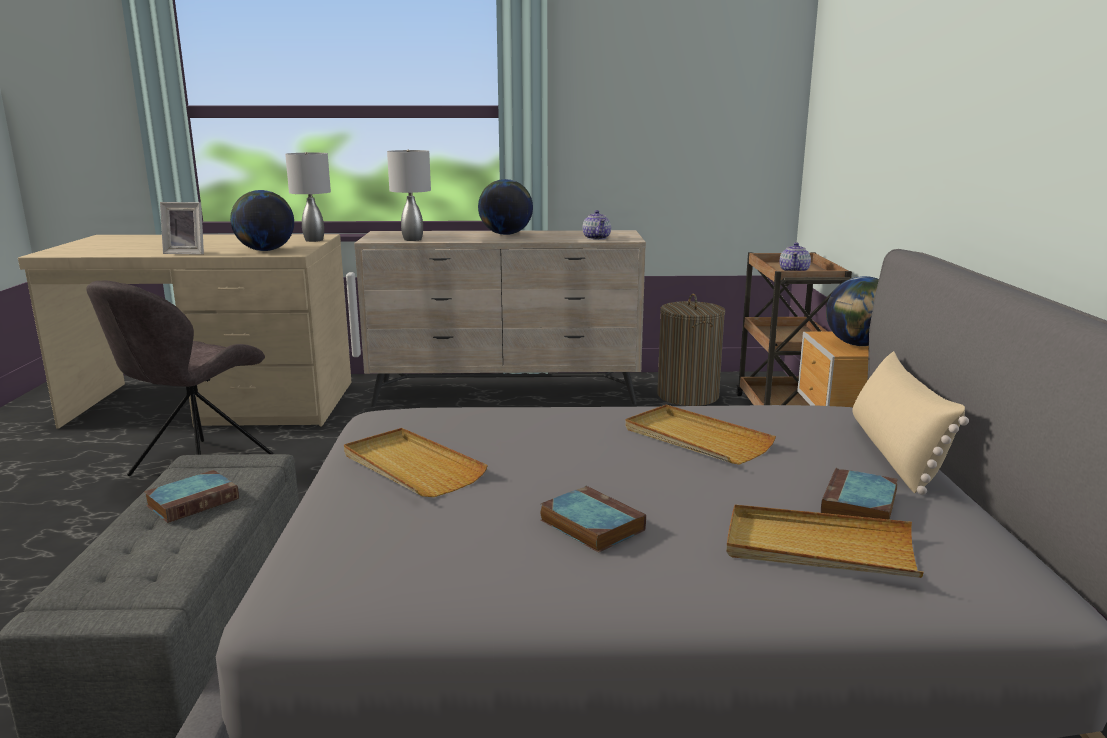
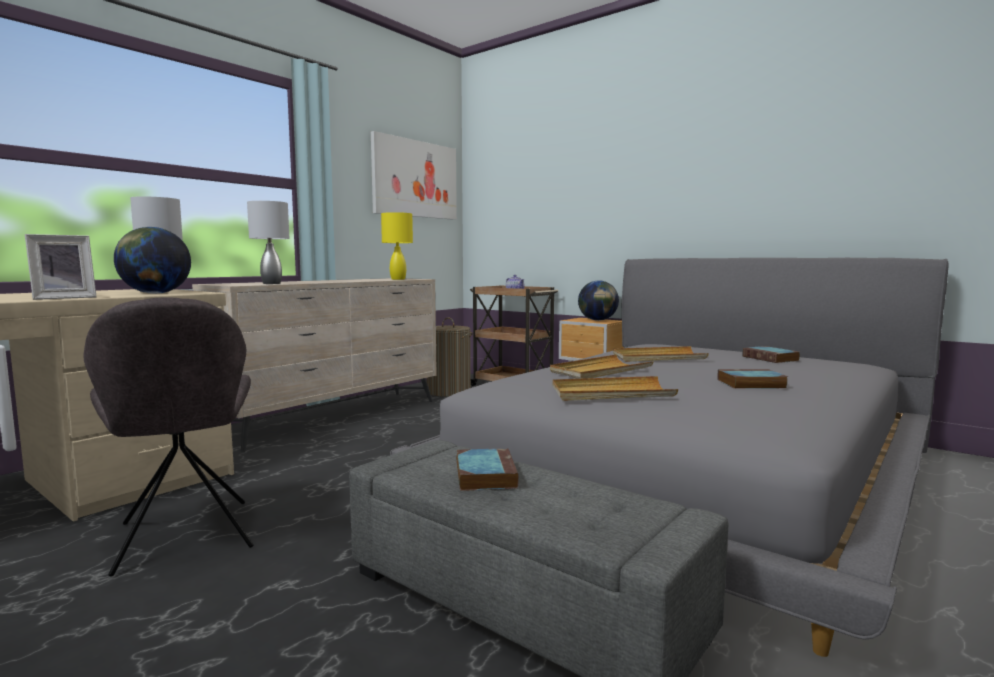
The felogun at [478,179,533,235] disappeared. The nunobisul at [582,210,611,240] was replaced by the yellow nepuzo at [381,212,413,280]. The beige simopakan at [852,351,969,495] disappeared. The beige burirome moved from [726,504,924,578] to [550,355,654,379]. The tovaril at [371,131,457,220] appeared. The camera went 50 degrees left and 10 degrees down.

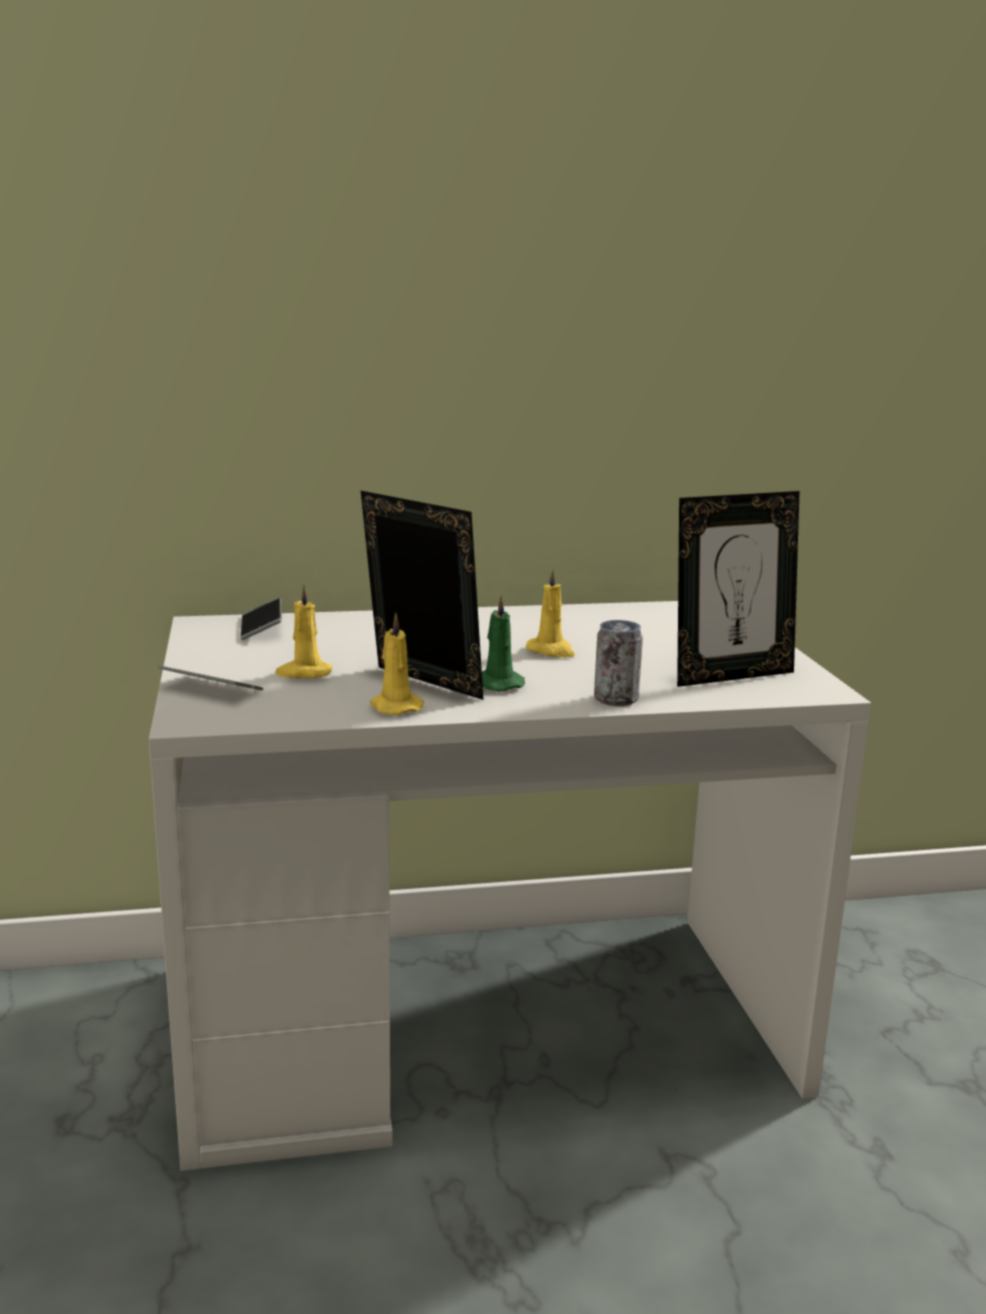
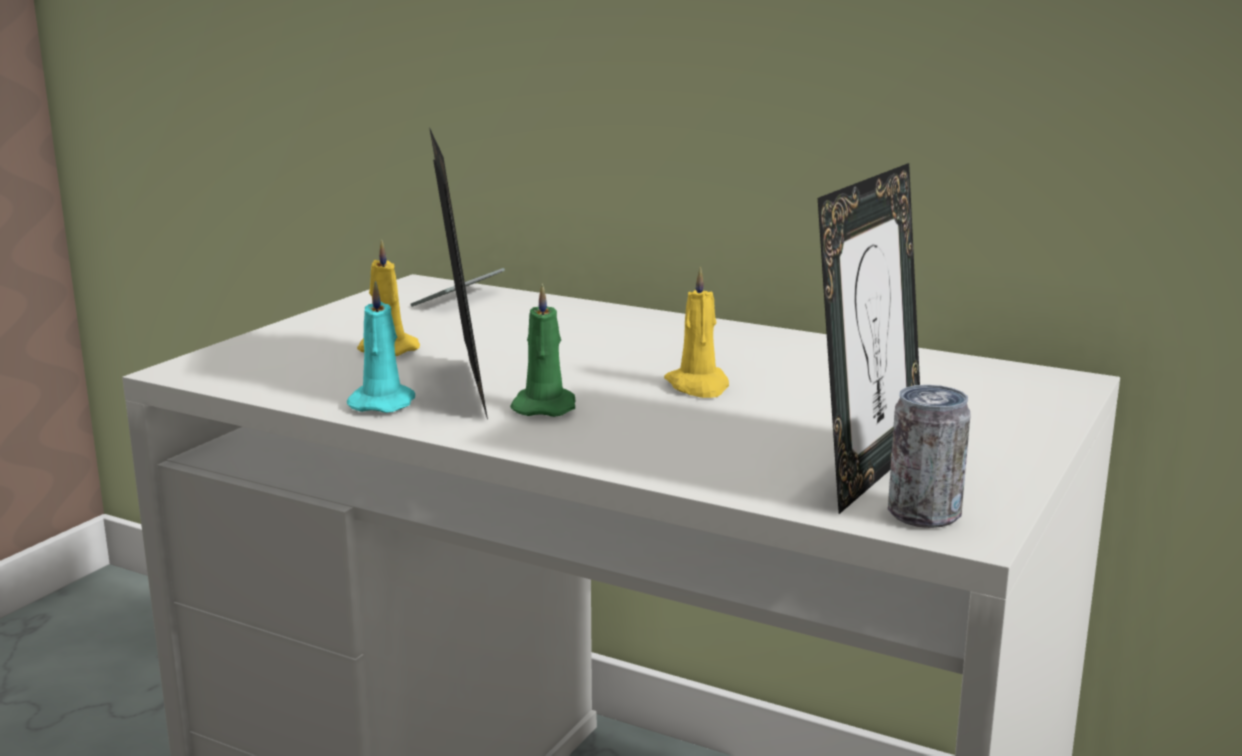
The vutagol at [677,491,800,687] turned 75 degrees counterclockwise. The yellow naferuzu at [370,613,424,715] became the turquoise naferuzu at [347,280,415,413]. The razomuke moved from [594,620,643,706] to [888,385,970,528]. The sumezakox at [158,665,263,691] disappeared. The camera went 40 degrees right and 0 degrees up.

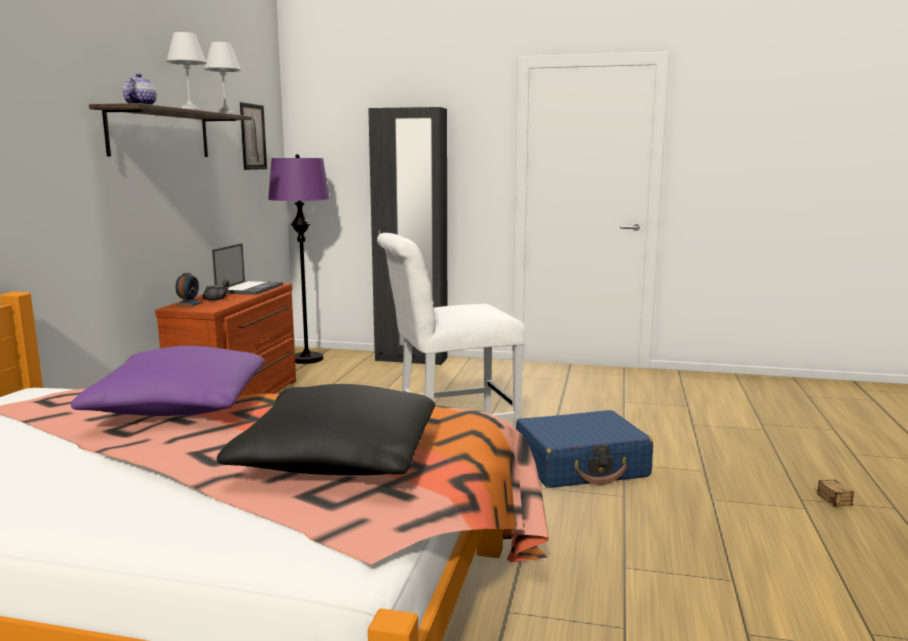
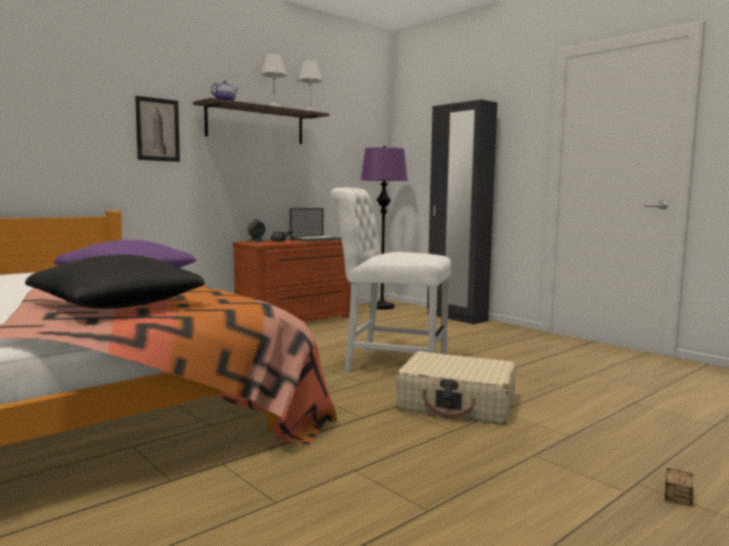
The tovaril moved from [240,102,267,170] to [135,96,180,162]. The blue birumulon at [516,410,653,488] became the beige birumulon at [396,351,516,425]. The camera went 35 degrees right and 5 degrees down.

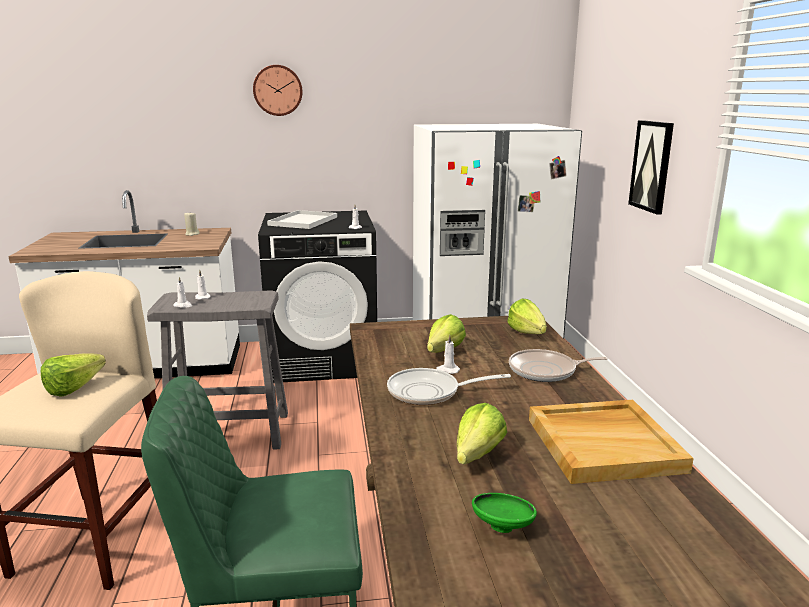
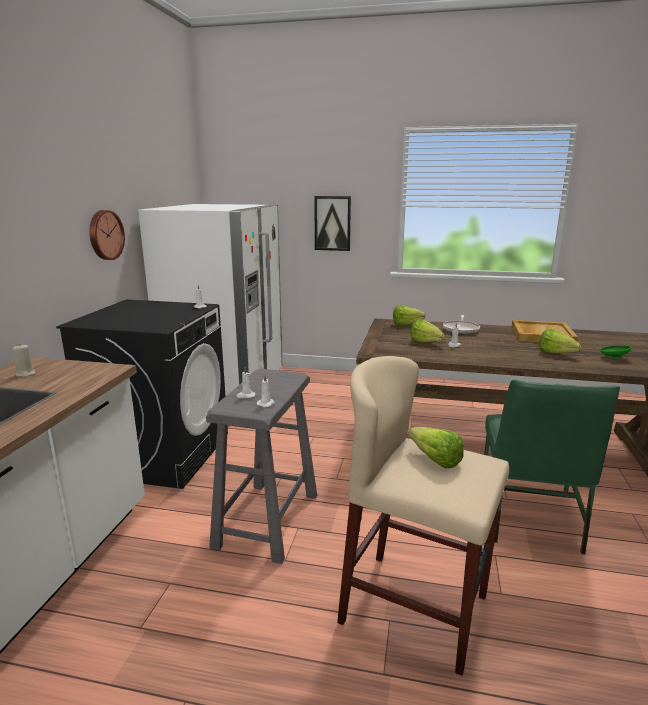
The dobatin moved from [253,65,303,116] to [90,210,125,260]. The white burirome at [267,210,337,229] disappeared. The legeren at [387,368,511,405] disappeared. The camera went 70 degrees left and 0 degrees up.

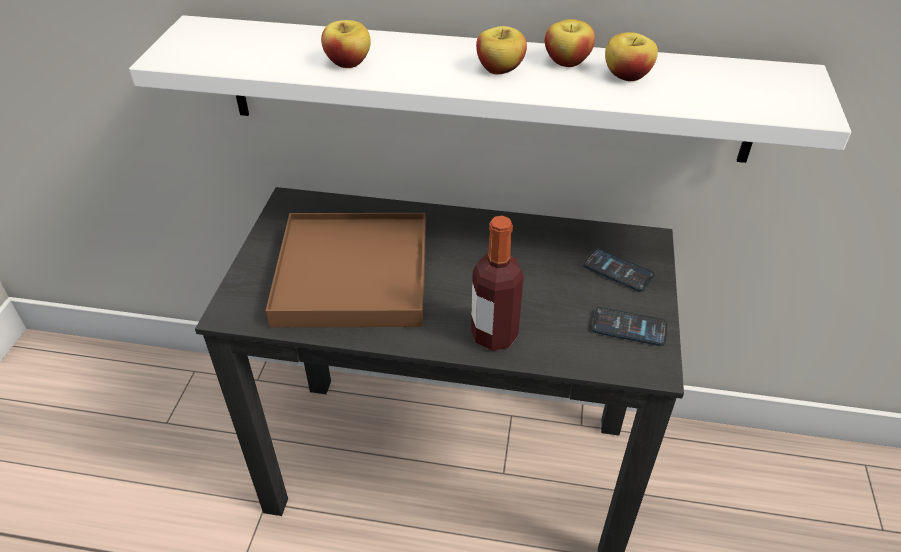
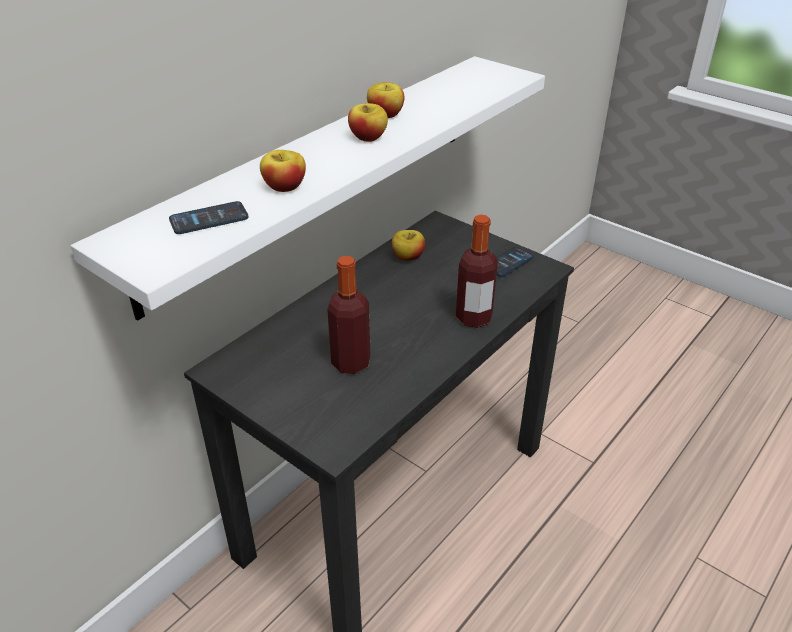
The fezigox moved from [605,32,658,81] to [392,230,425,261]. The brown burirome at [266,213,426,327] was replaced by the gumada at [327,256,370,374]. The sumezakox moved from [583,248,655,292] to [169,201,249,234]. The camera went 60 degrees left and 5 degrees down.

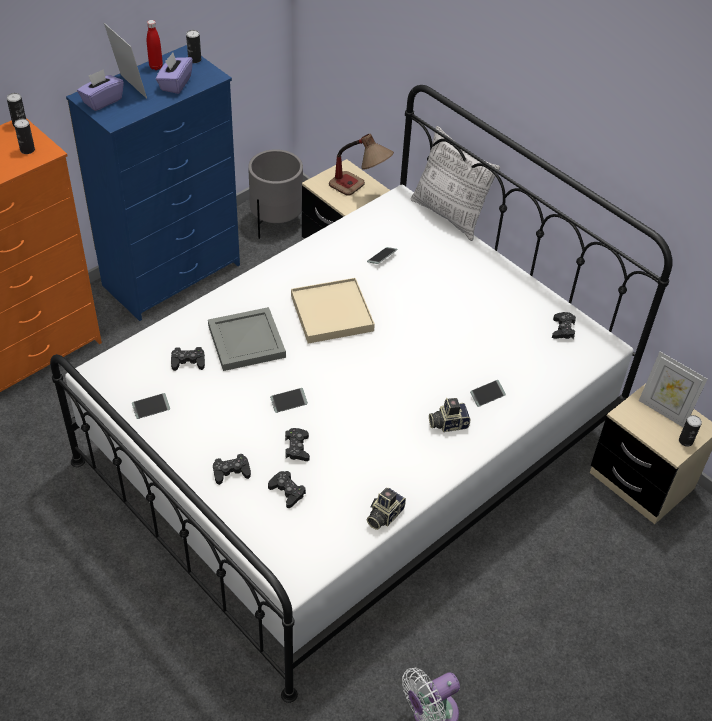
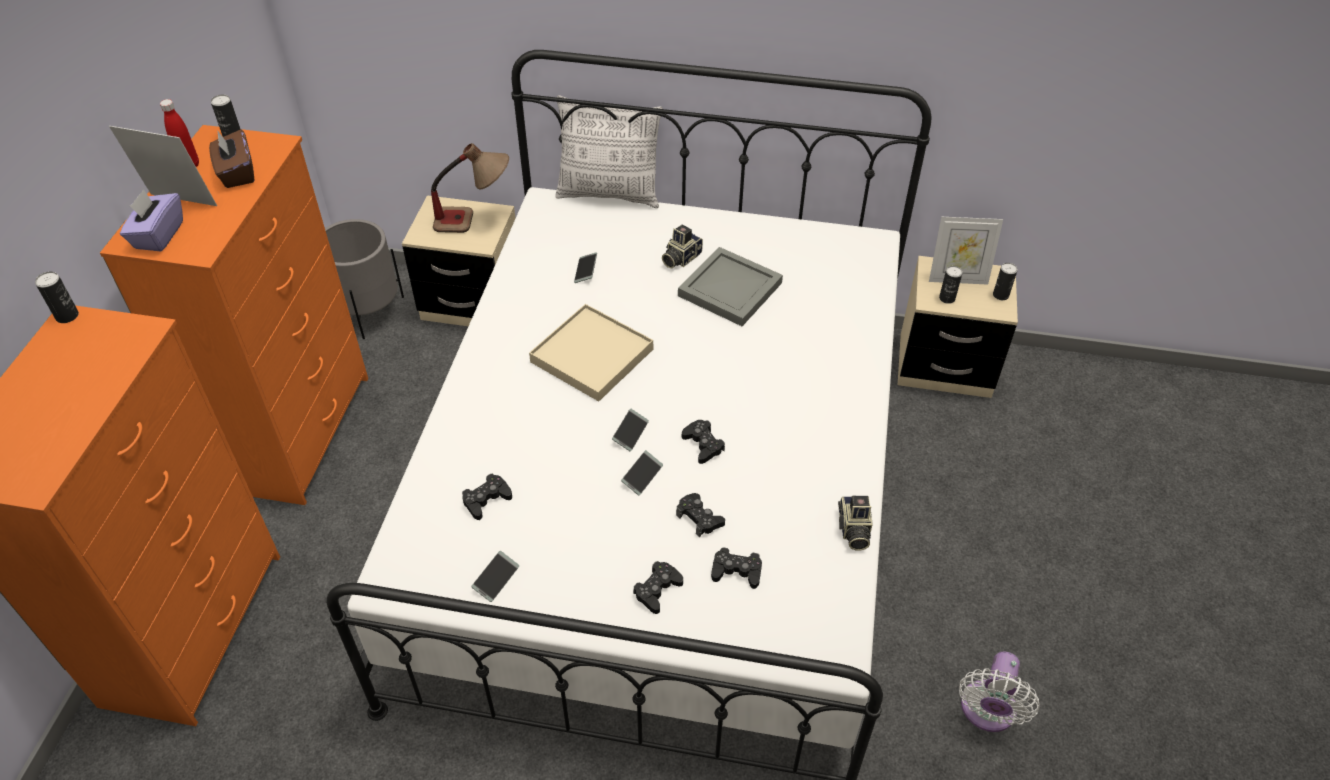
The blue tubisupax at [66,45,240,321] became the orange tubisupax at [100,125,368,505]. The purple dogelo at [156,52,193,94] became the brown dogelo at [209,130,254,188]. The razomuke moved from [14,119,35,154] to [939,266,963,304]. The grey burirome moved from [208,307,286,371] to [678,247,783,326]. The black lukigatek moved from [552,312,576,339] to [682,420,725,464]. The sumezakox moved from [470,380,506,407] to [612,409,649,452]. The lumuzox moved from [429,398,471,432] to [662,224,703,268]. The camera went 35 degrees left and 0 degrees up.

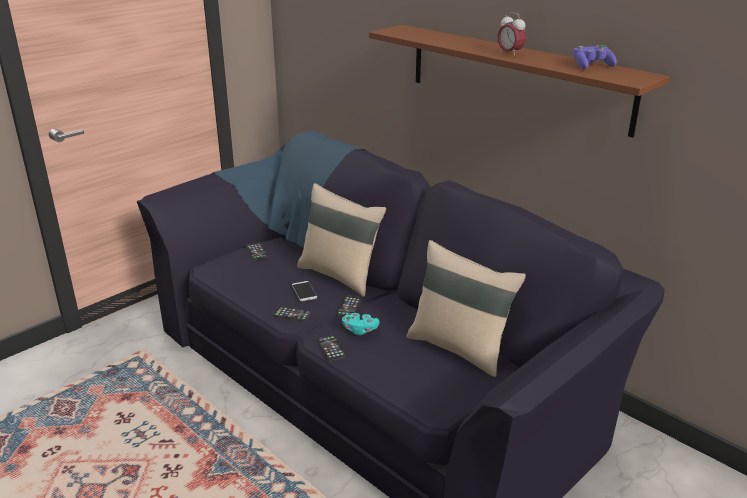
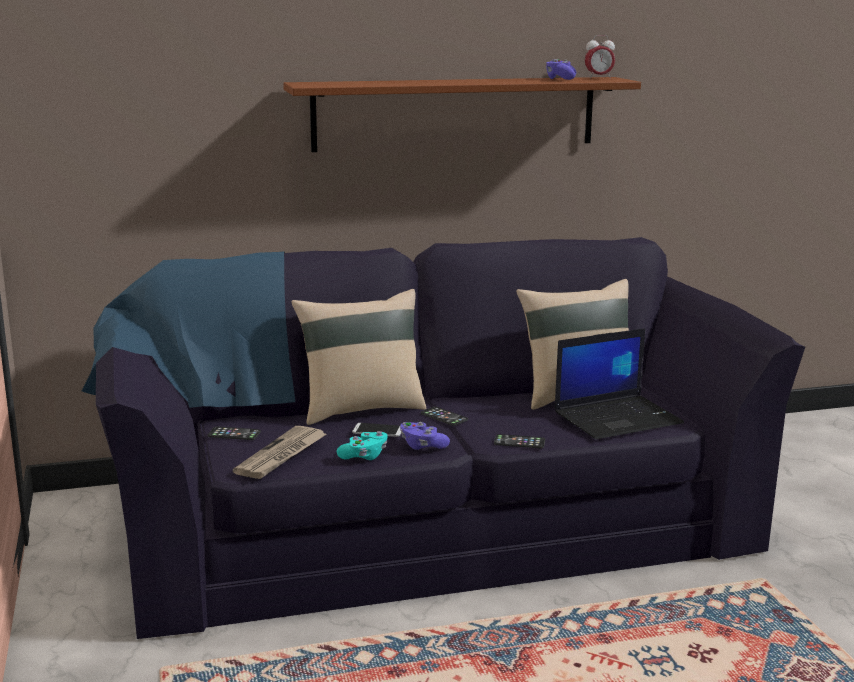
The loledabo moved from [498,12,526,57] to [585,35,615,78]. The sumezakox at [272,306,311,321] was replaced by the purple lukigatek at [400,422,450,450]. The turquoise lukigatek moved from [342,313,379,335] to [337,431,388,460]. The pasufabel at [554,328,684,439] appeared. The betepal at [233,426,326,479] appeared. The camera went 60 degrees left and 10 degrees down.

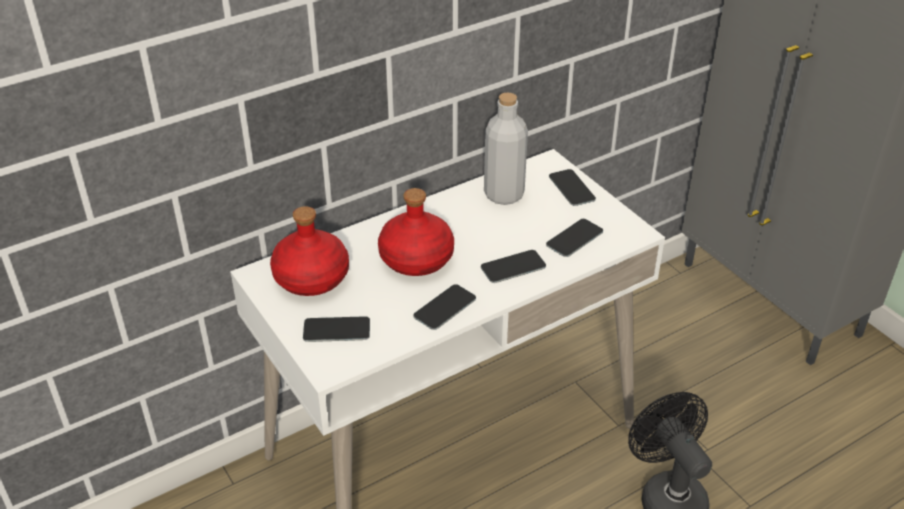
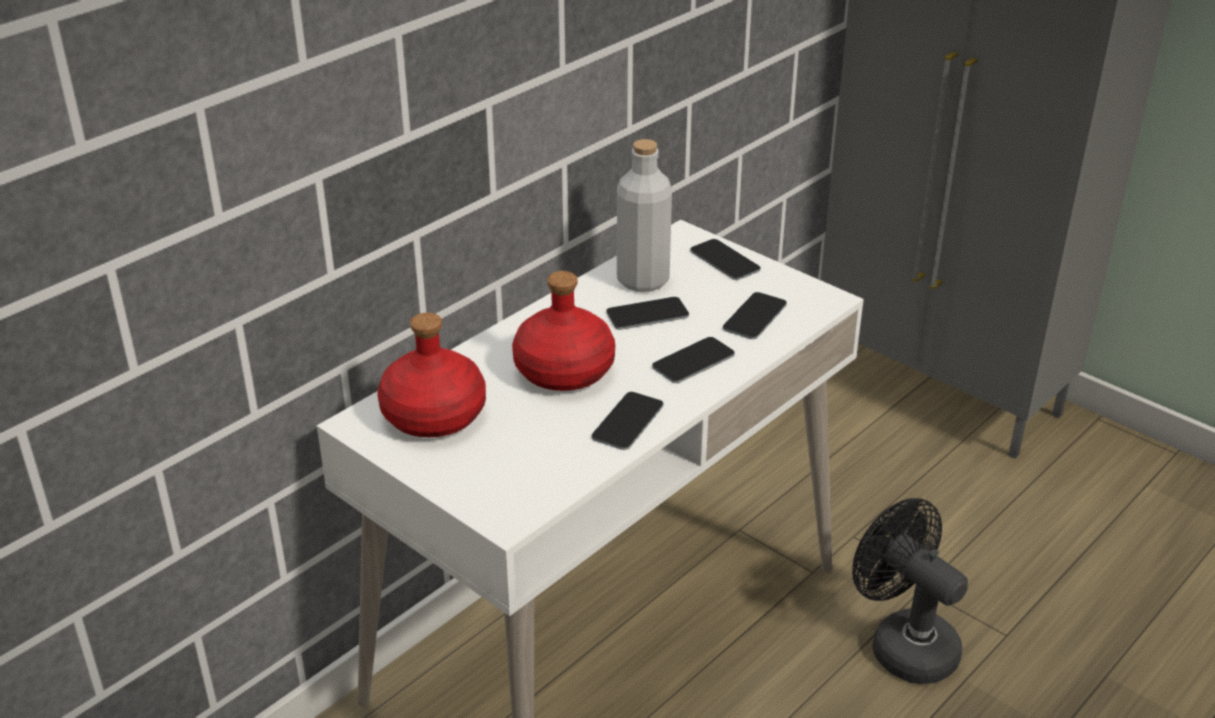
The sumezakox moved from [303,316,370,342] to [606,297,689,330]. The camera went 15 degrees left and 5 degrees down.

